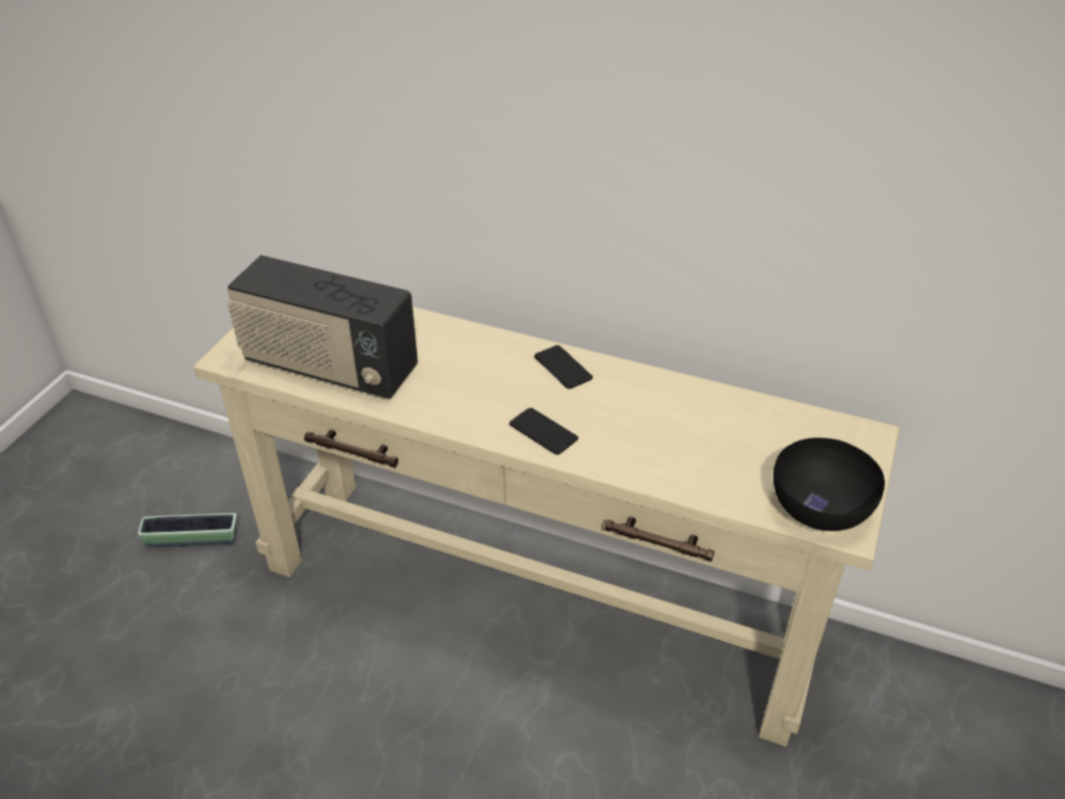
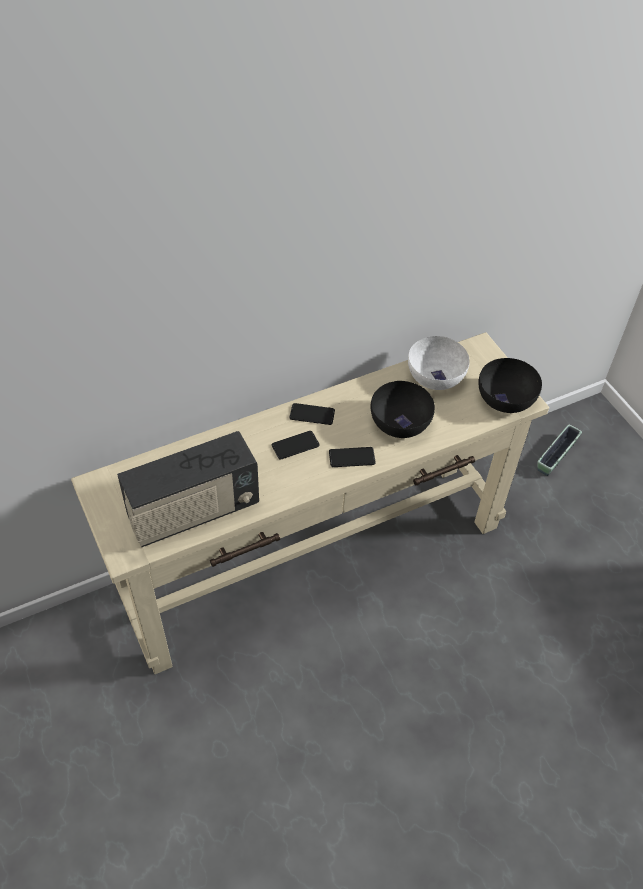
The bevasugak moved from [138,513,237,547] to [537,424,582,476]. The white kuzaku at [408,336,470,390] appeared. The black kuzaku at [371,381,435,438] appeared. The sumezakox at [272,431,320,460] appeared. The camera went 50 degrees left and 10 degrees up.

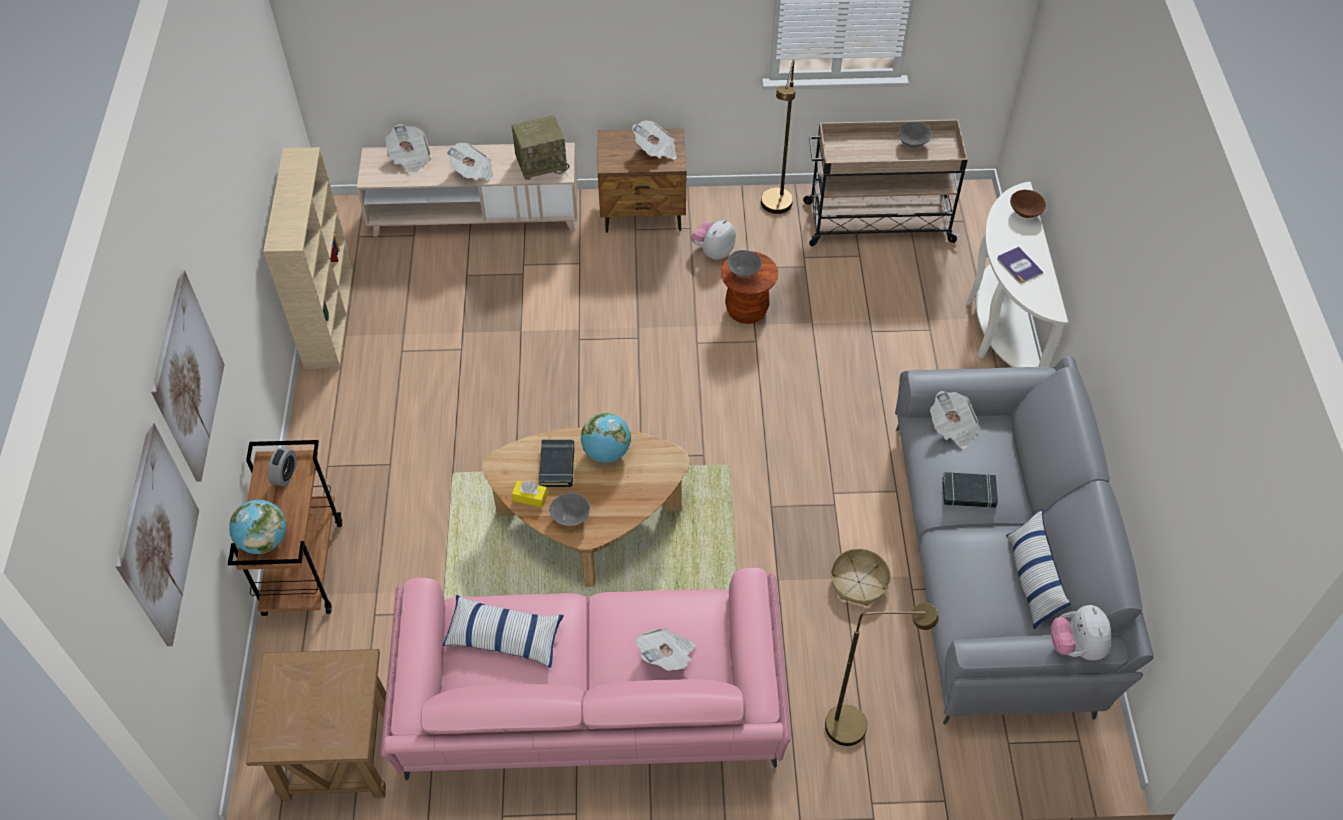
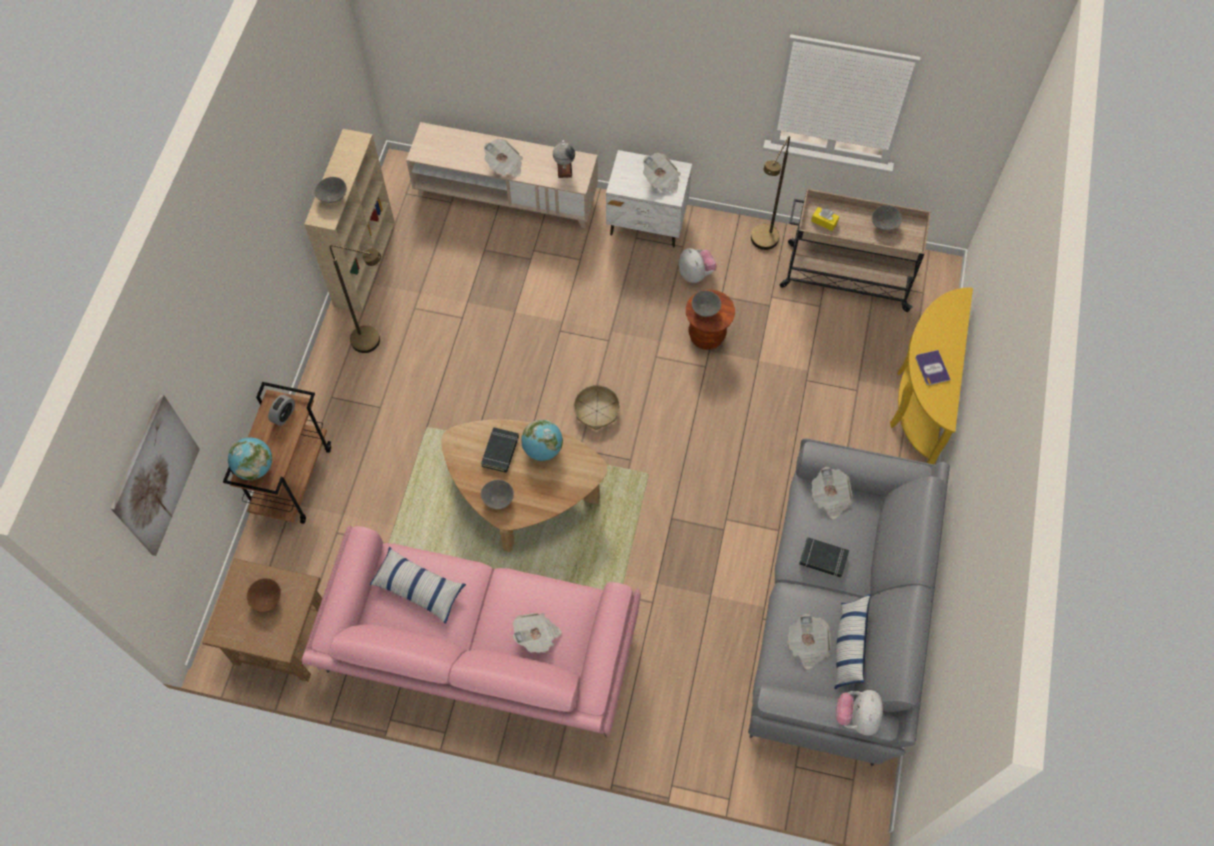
The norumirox at [512,115,569,180] was replaced by the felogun at [553,140,575,178]. The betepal moved from [385,124,431,174] to [787,614,831,670]. The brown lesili at [597,128,686,233] became the white lesili at [606,150,692,248]. The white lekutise at [966,182,1068,367] became the yellow lekutise at [890,287,973,464]. The brown kuzaku moved from [1010,190,1046,218] to [247,578,281,612]. The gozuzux at [691,219,736,260] turned 105 degrees clockwise. The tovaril at [151,270,225,482] disappeared. The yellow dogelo moved from [512,480,548,508] to [811,207,839,231]. The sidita moved from [831,548,891,606] to [574,385,620,430]. The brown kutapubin moved from [825,603,938,746] to [330,245,381,353]. The grey kuzaku at [315,177,347,203] appeared. The camera went 15 degrees right and 10 degrees up.

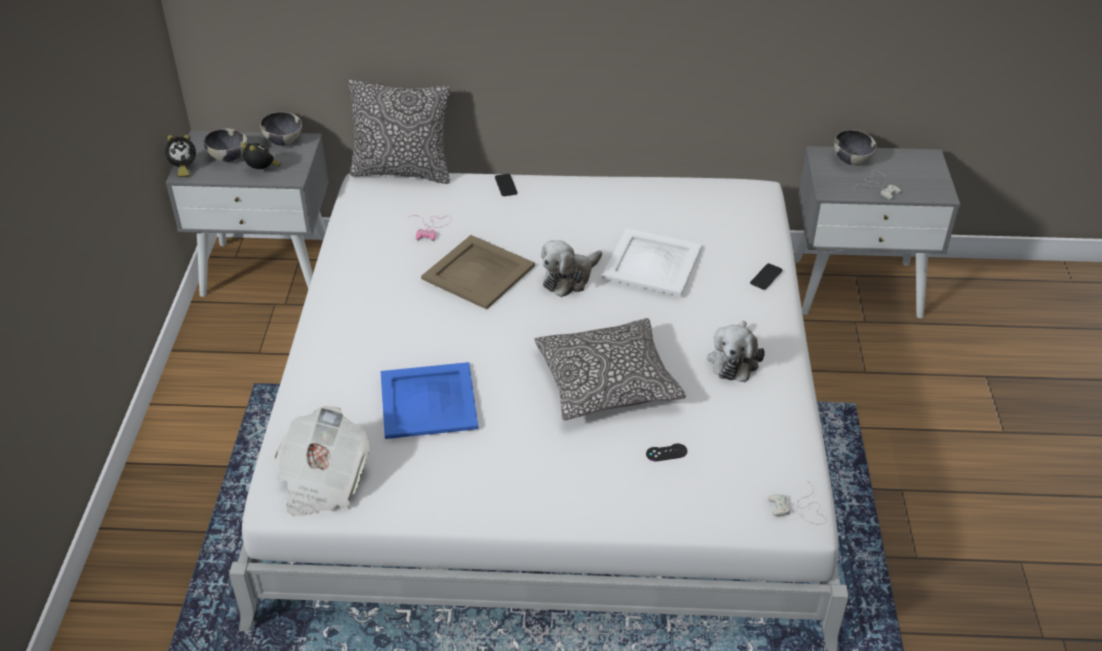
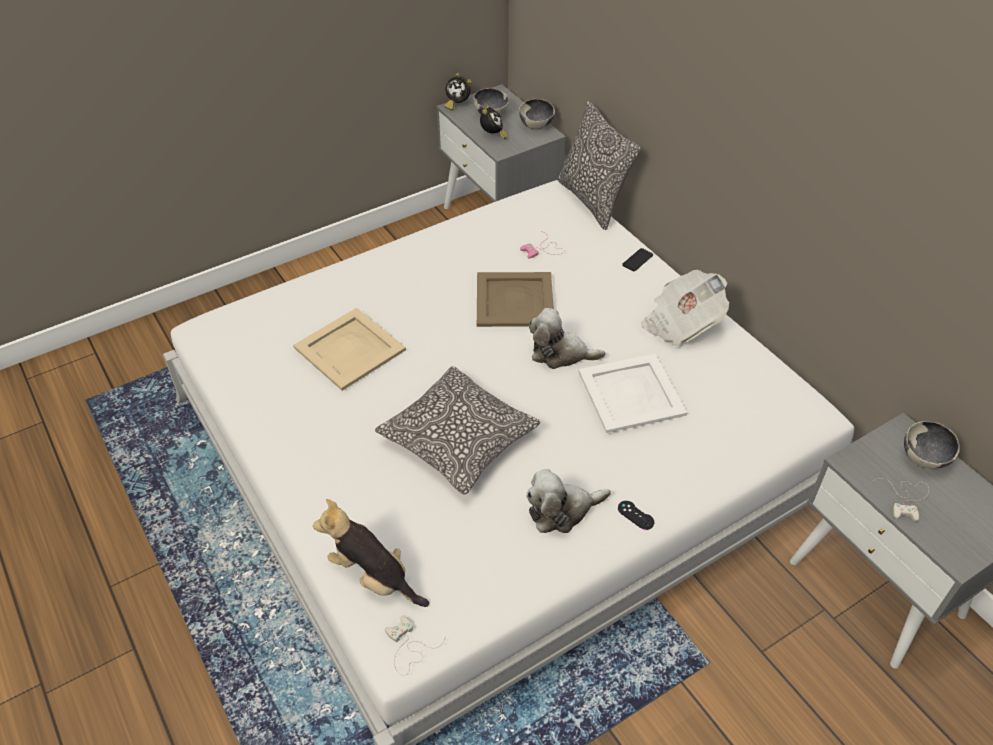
The sumezakox at [750,263,782,290] disappeared. The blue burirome at [381,362,478,439] became the beige burirome at [293,308,406,391]. The betepal moved from [275,406,370,516] to [641,270,729,346]. The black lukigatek moved from [646,444,687,461] to [618,501,654,530]. The gozuzux at [313,499,429,607] appeared. The camera went 55 degrees right and 5 degrees up.

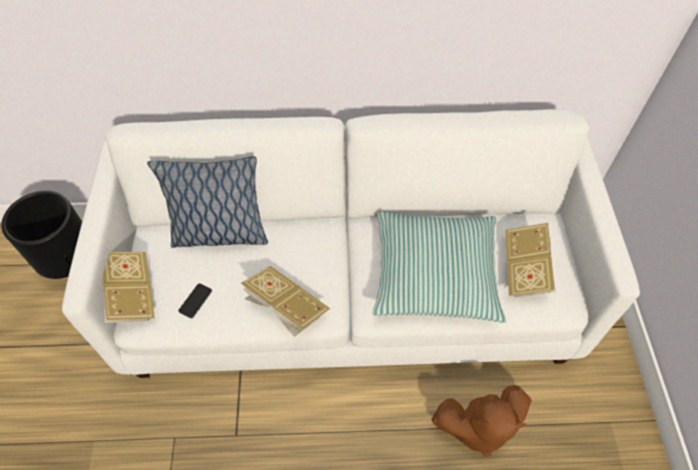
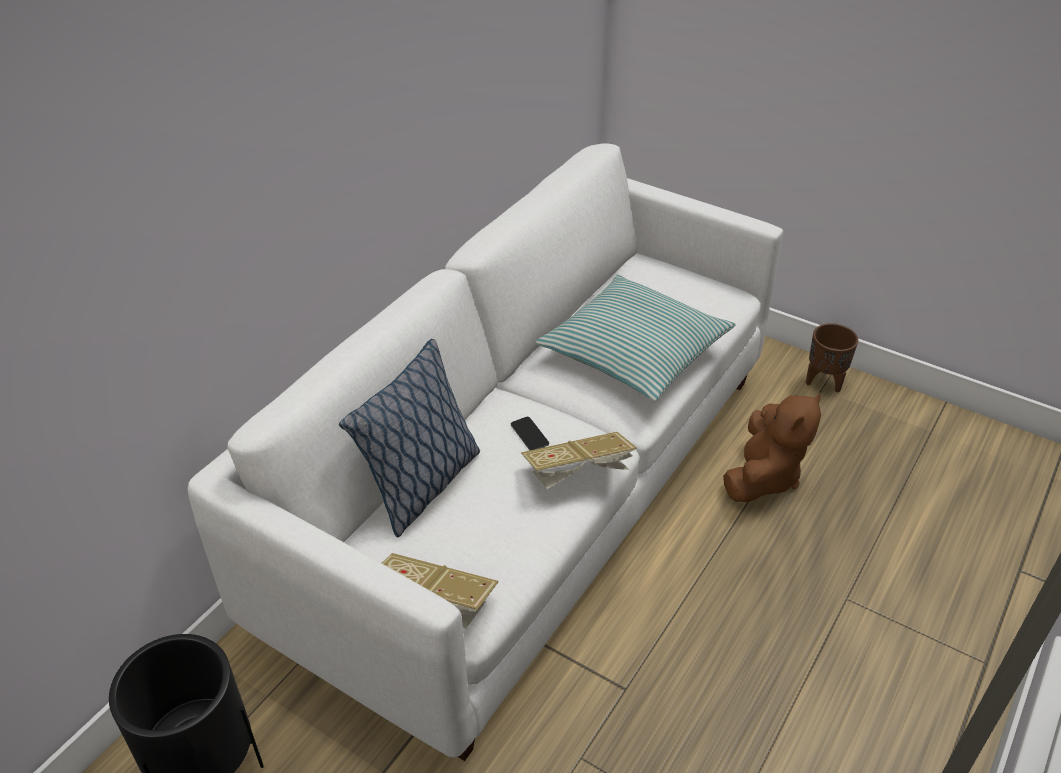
The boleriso at [506,223,556,297] disappeared. The sumezakox moved from [178,283,212,318] to [511,417,549,450]. The brown bevasugak at [806,323,858,393] appeared. The camera went 55 degrees left and 15 degrees down.

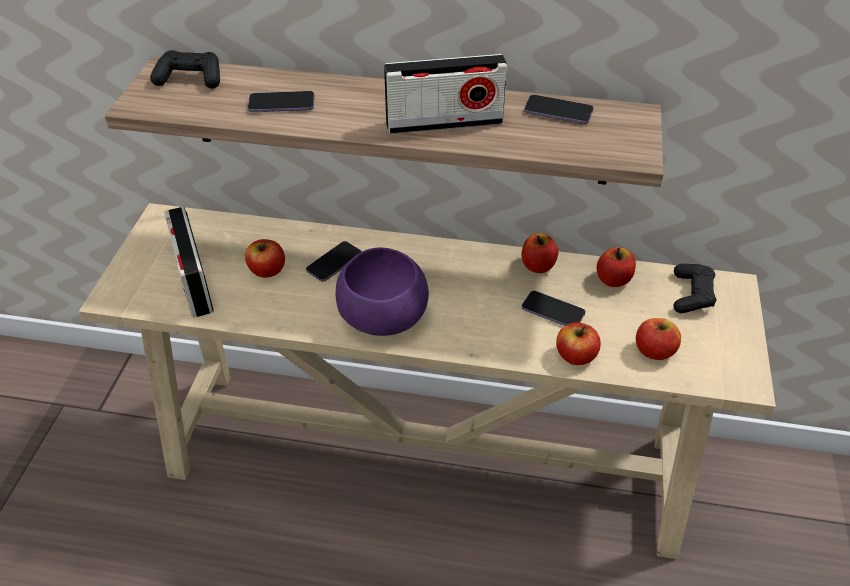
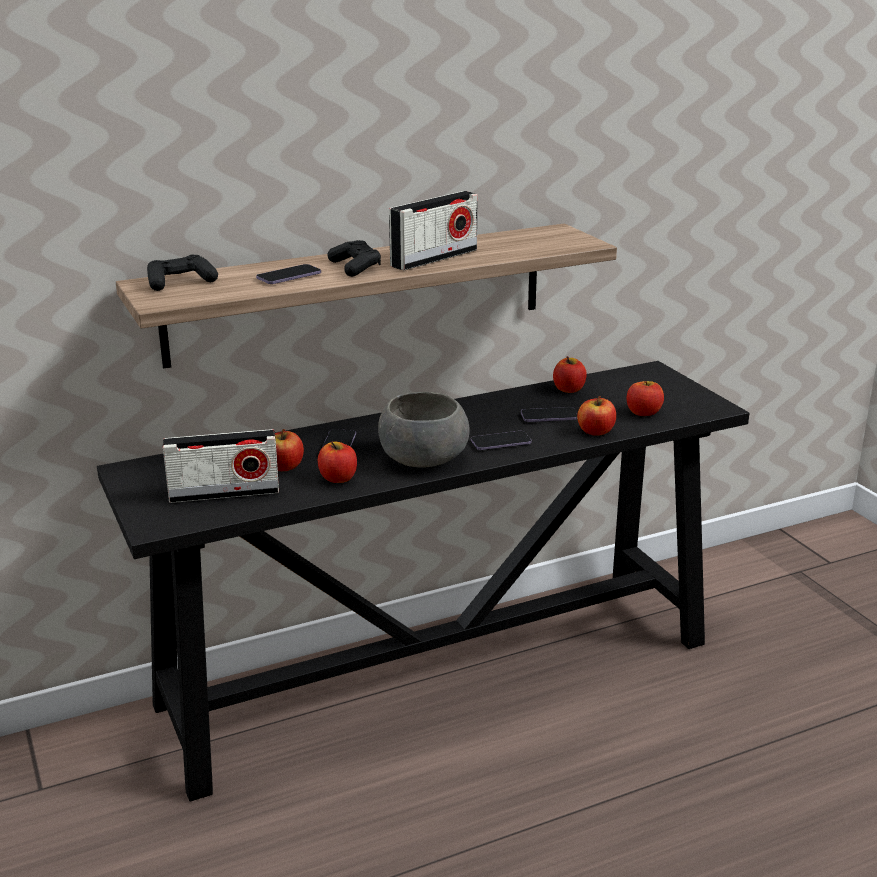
The sumezakox moved from [524,95,594,124] to [471,431,532,450]. The beige lekutise at [79,203,776,559] became the black lekutise at [97,361,749,801]. The norumirox at [164,207,214,317] turned 45 degrees counterclockwise. The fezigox moved from [522,233,558,273] to [318,442,357,483]. The purple kuzaku at [336,247,429,336] became the grey kuzaku at [378,392,470,468]. The black lukigatek moved from [673,264,716,313] to [328,240,381,277]. The camera went 35 degrees left and 20 degrees down.

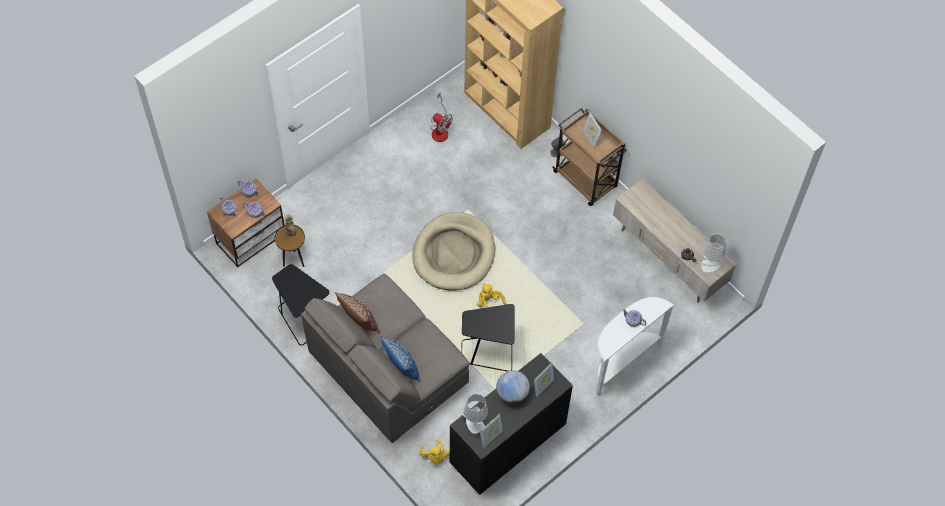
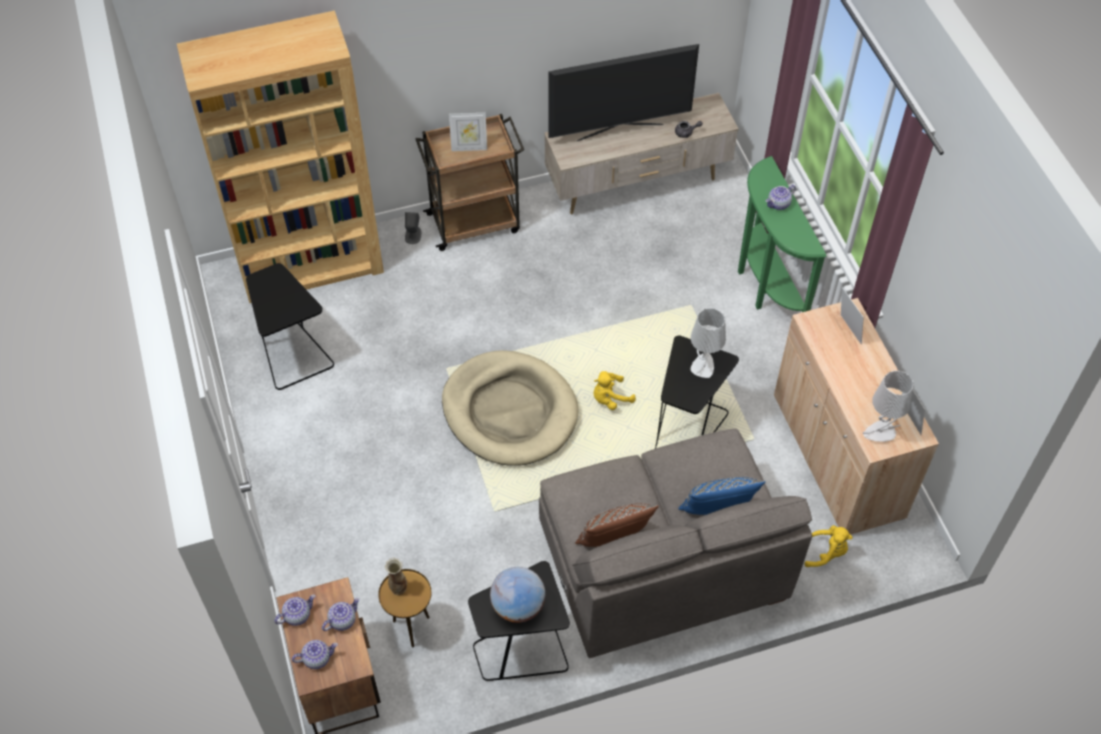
The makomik at [430,93,453,142] was replaced by the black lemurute at [246,263,334,390]. The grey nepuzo moved from [700,234,726,272] to [690,308,726,378]. The white lekutise at [596,297,674,396] became the green lekutise at [738,156,826,312]. The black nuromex at [450,353,573,495] became the beige nuromex at [774,298,939,535]. The felogun moved from [496,370,530,404] to [490,567,545,623]. The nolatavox at [548,44,699,141] appeared. The camera went 65 degrees left and 5 degrees down.

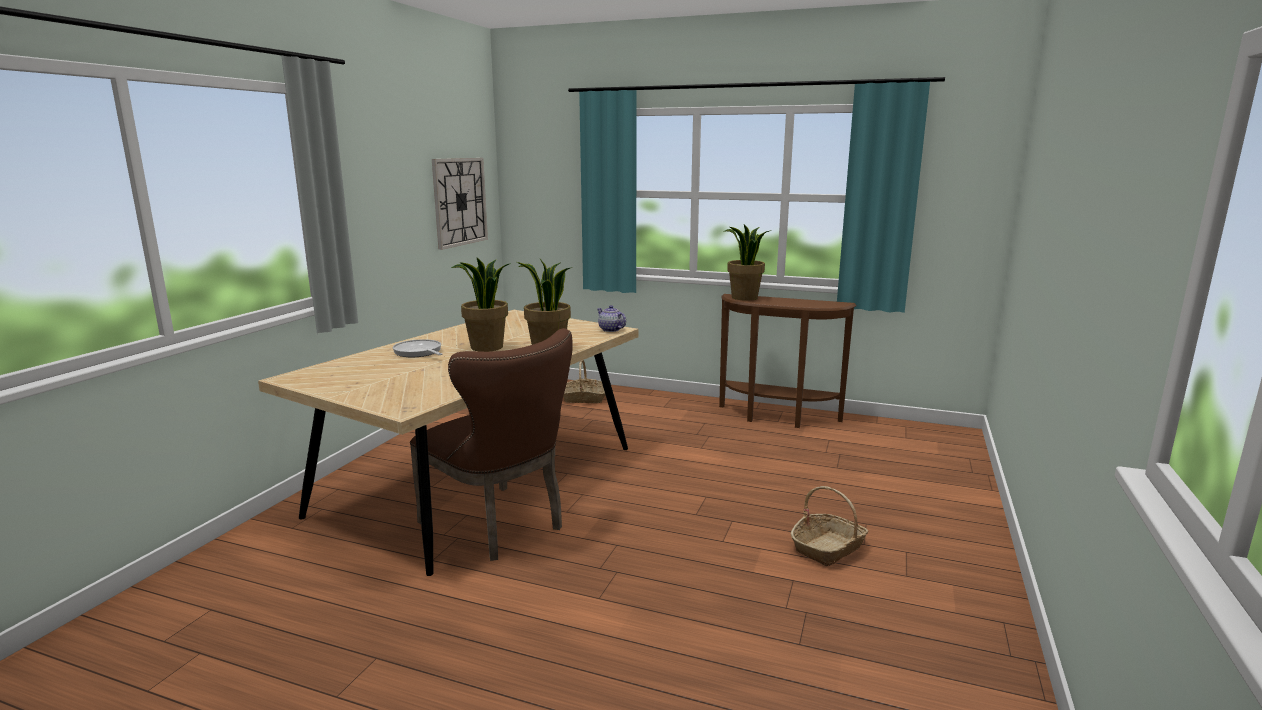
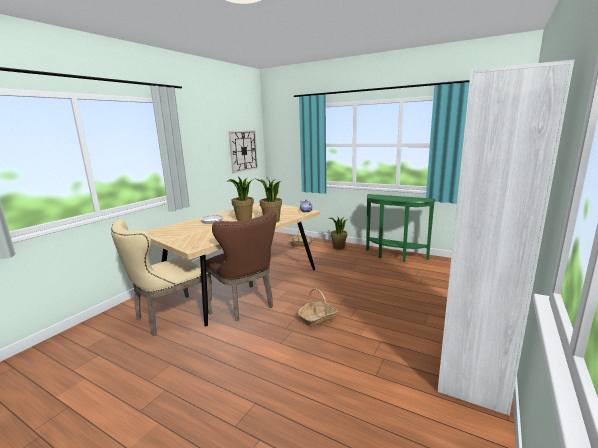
The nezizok moved from [724,224,769,301] to [328,216,348,250]. The brown lekutise at [719,294,857,428] became the green lekutise at [366,194,435,262]. The sidita moved from [790,486,868,566] to [298,288,338,328]. The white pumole at [437,60,574,416] appeared. The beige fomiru at [111,219,212,336] appeared. The camera went 10 degrees right and 0 degrees up.

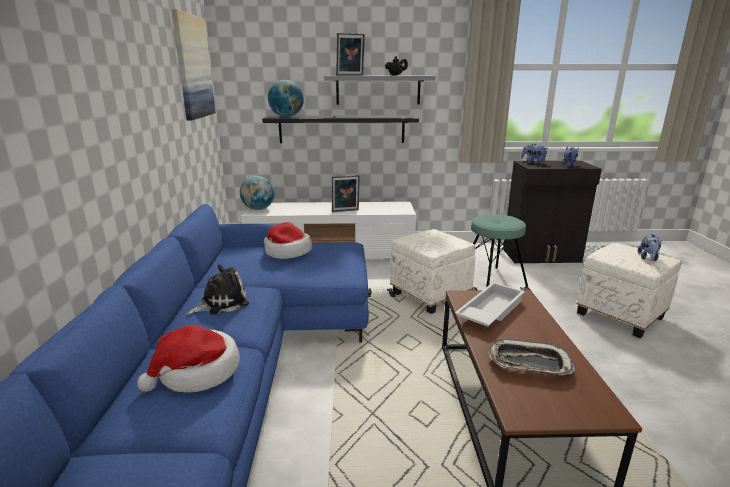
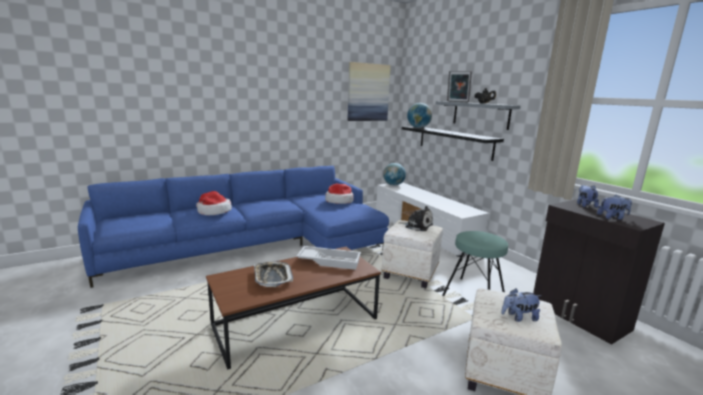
The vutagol at [332,175,360,212] disappeared. The gozuzux moved from [187,264,249,314] to [399,206,433,231]. The camera went 60 degrees right and 5 degrees down.

